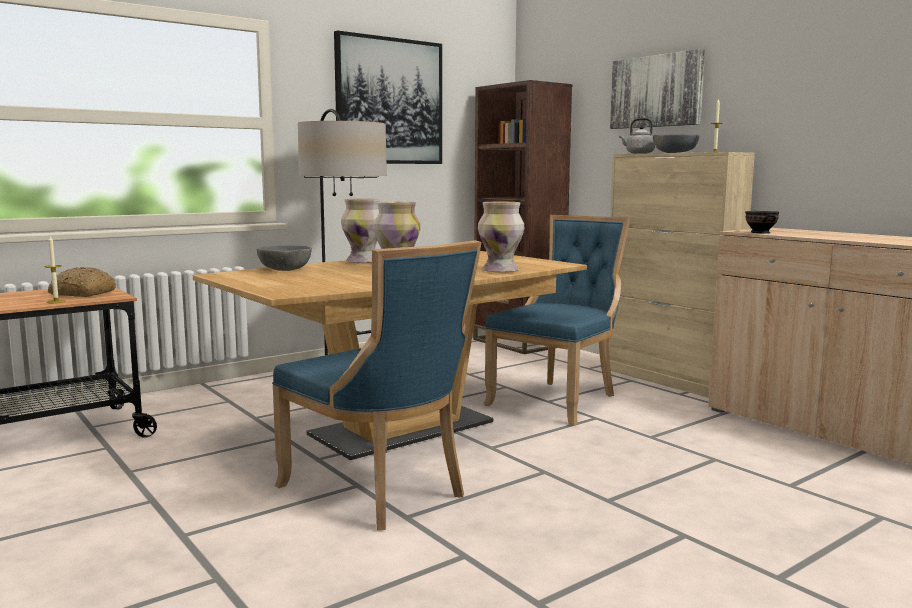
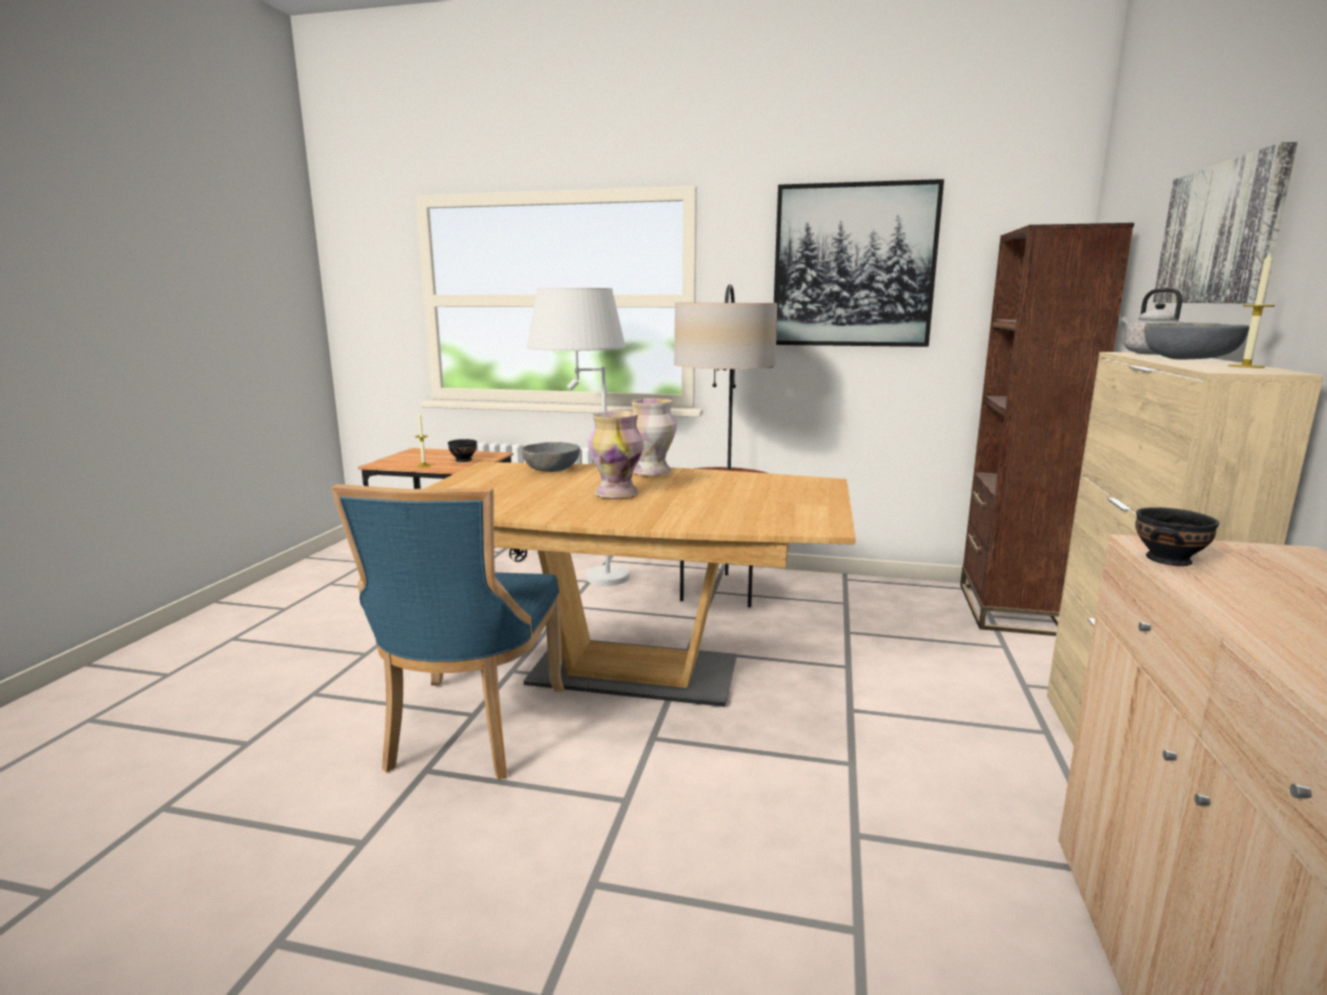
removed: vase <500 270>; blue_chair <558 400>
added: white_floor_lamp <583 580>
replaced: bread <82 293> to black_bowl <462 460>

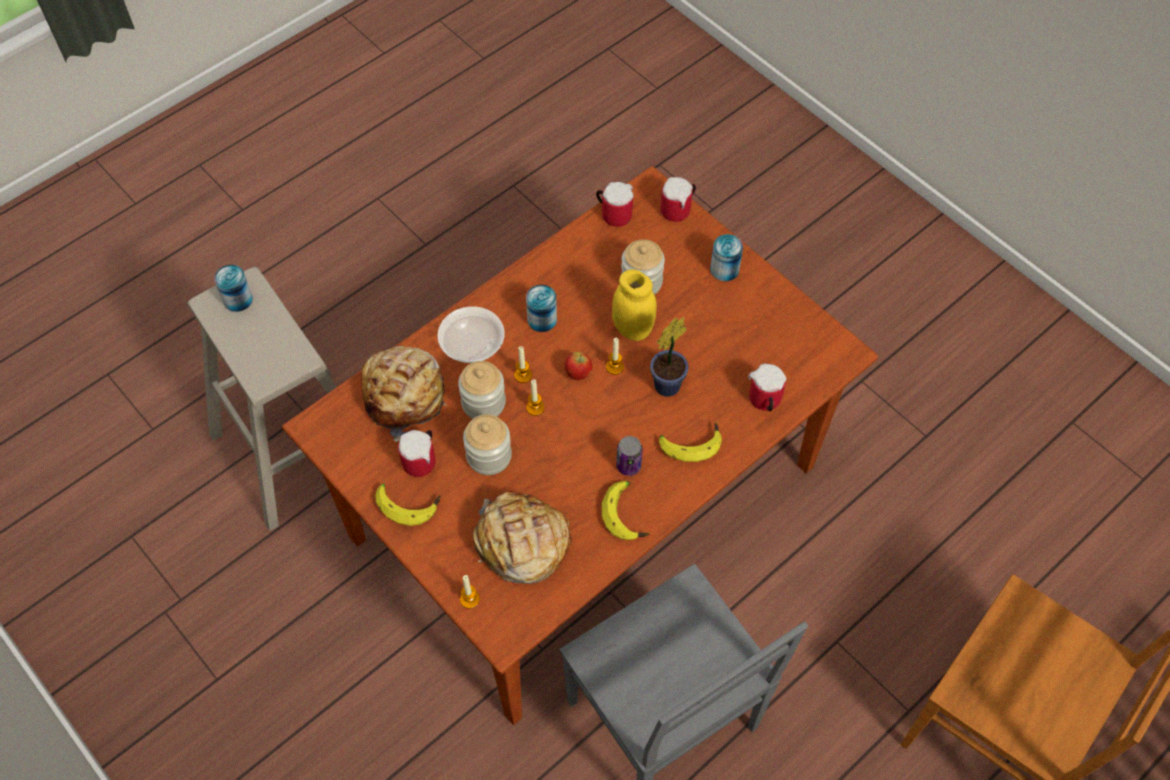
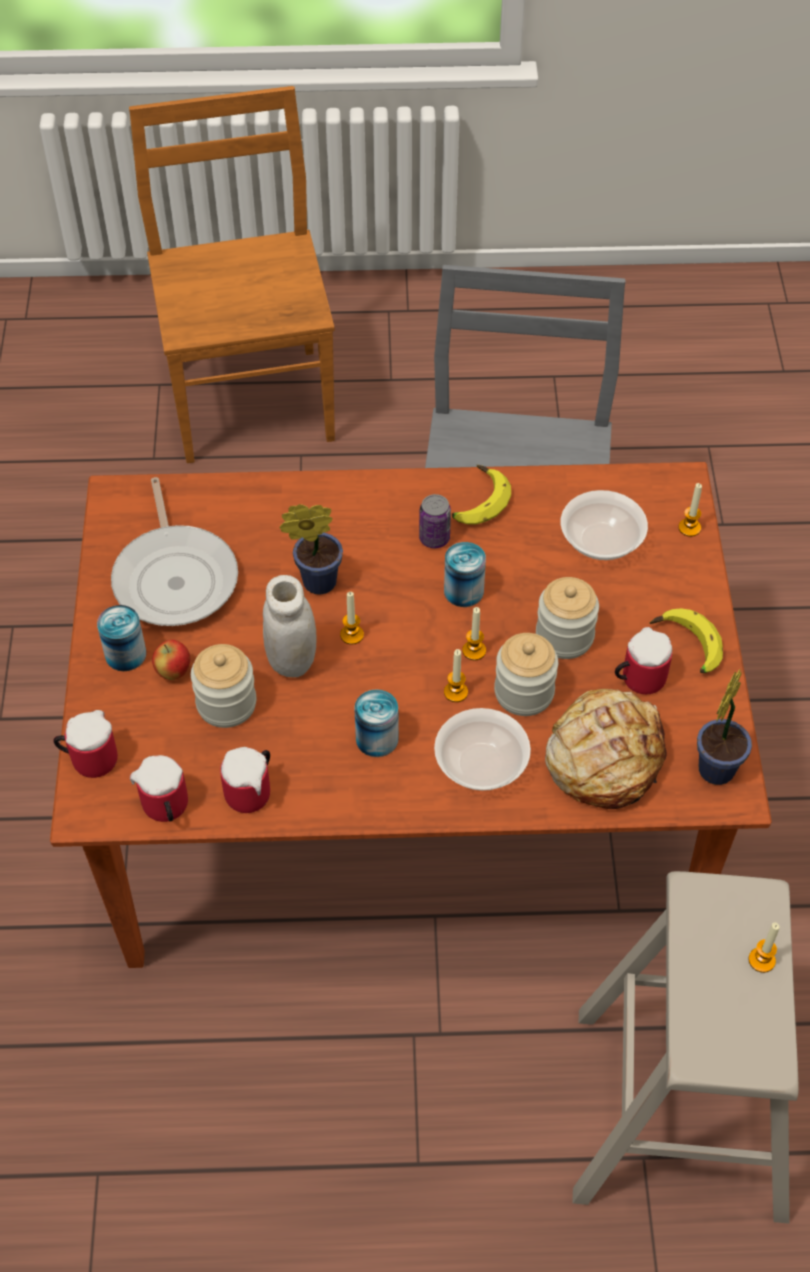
removed: banana <690 442>
added: frying_pan <175 577>; potted_plant <718 766>; candle <761 960>
moved: can <238 299> to <463 591>; apple <578 374> to <173 672>; mug <764 402> to <253 791>
replaced: bread <521 544> to bowl <601 540>
recoloured: yellow_jar <632 329> to white_jar <291 660>

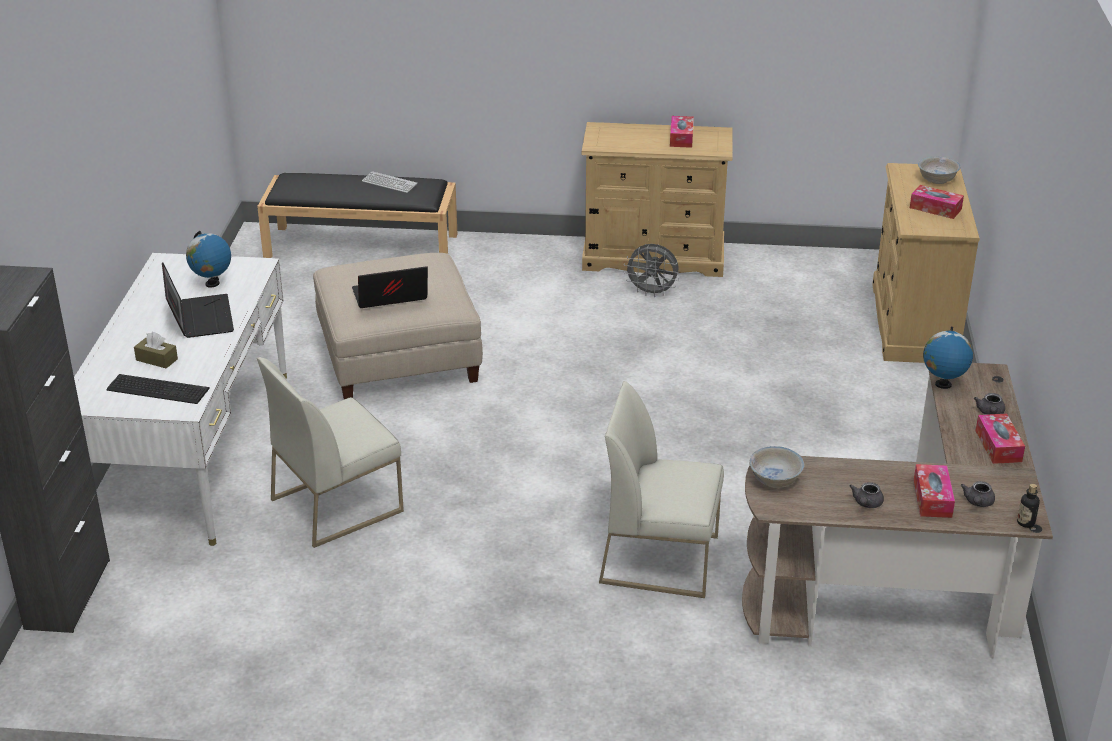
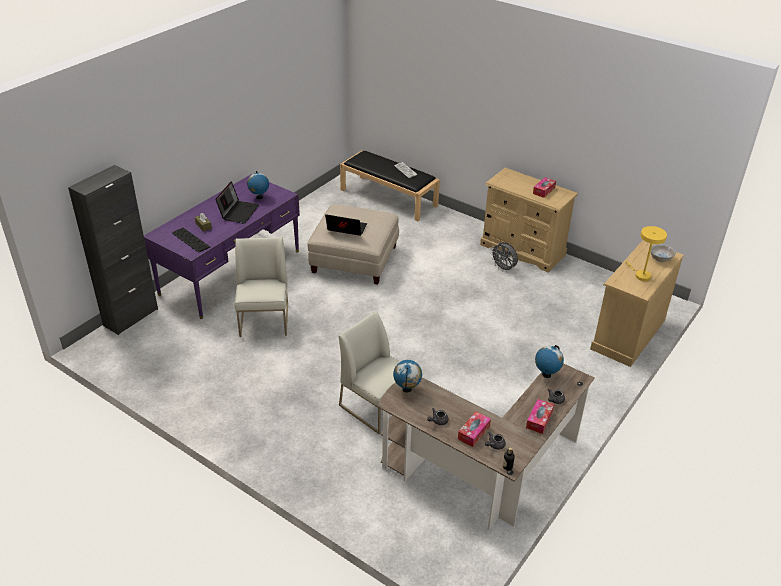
replaced: tissue_box <935 208> to yellow_table_lamp <640 275>; white_bowl <775 479> to globe <407 389>
recoloured: white_desk <192 451> to purple_desk <230 272>
turned: white_chair <337 504> = <265 320> 90 degrees clockwise

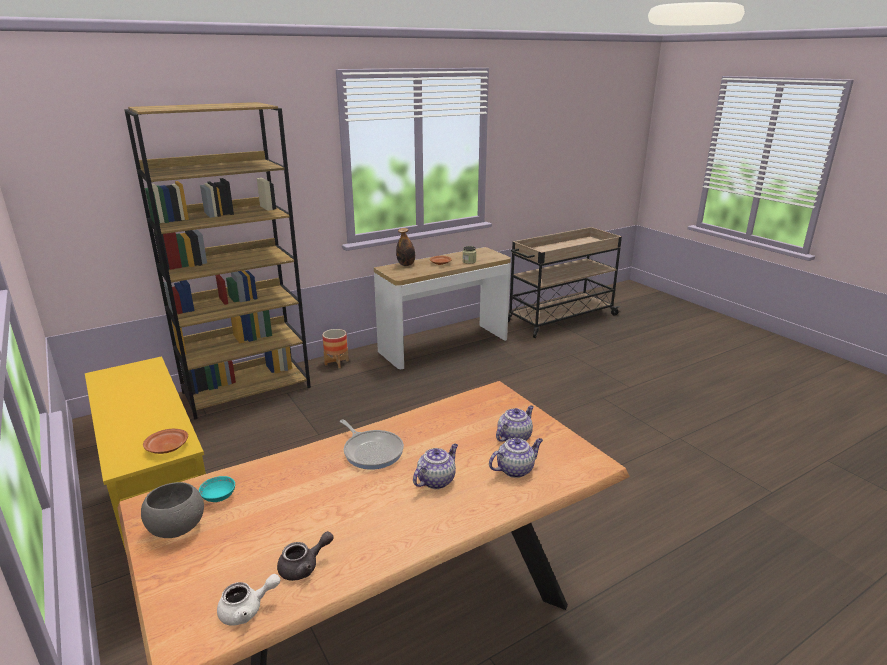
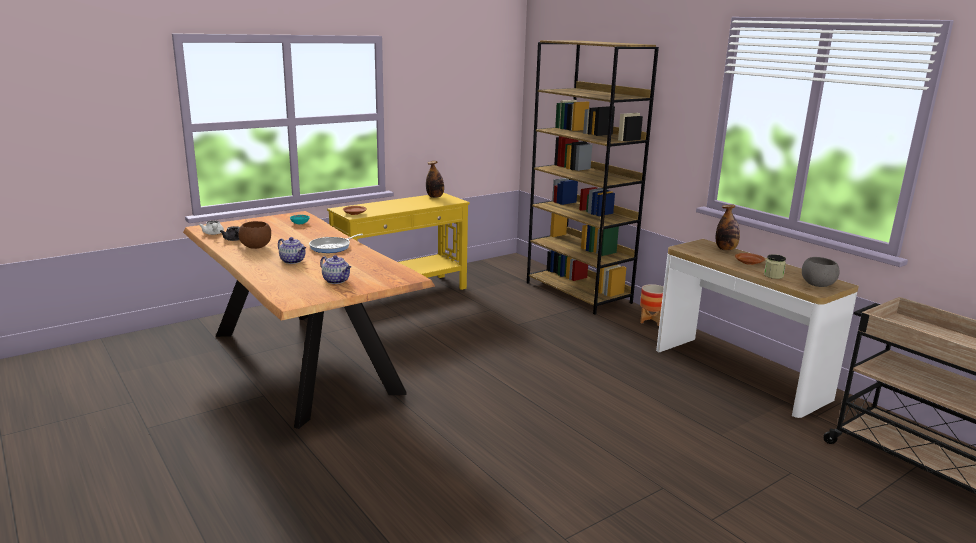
removed: teapot <515 469>
added: bottle <435 197>; brown_bowl <256 247>
moved: grey_bowl <177 528> to <817 285>

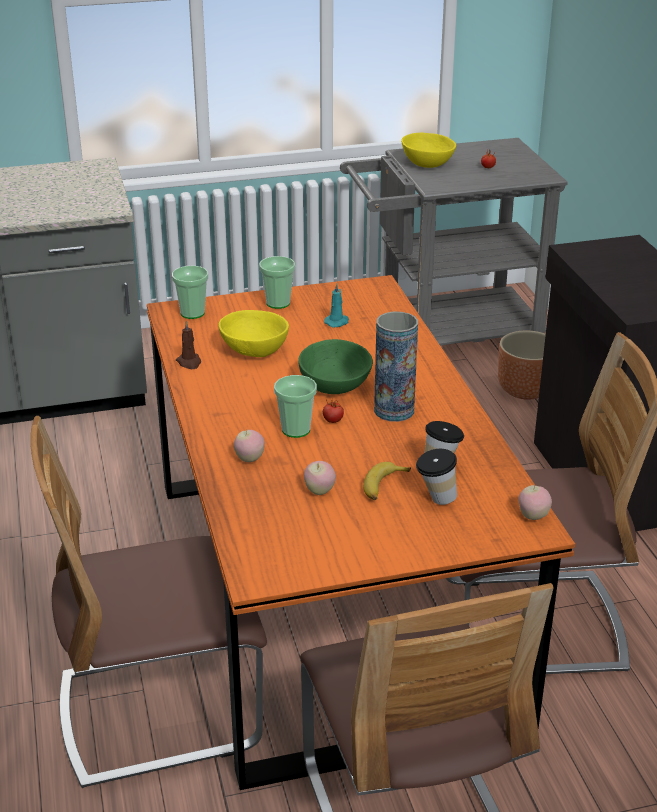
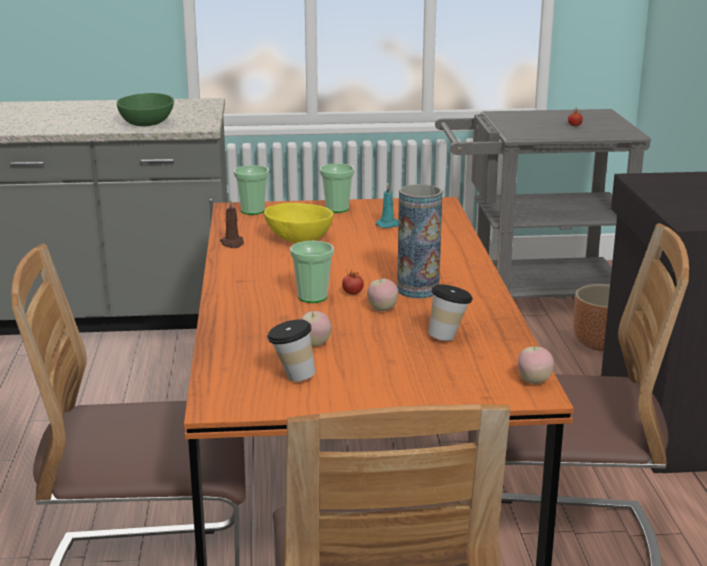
removed: yellow_bowl <427 163>; banana <383 486>
moved: green_bowl <334 385> to <146 123>; apple <249 459> to <382 309>; cup <435 499> to <292 377>

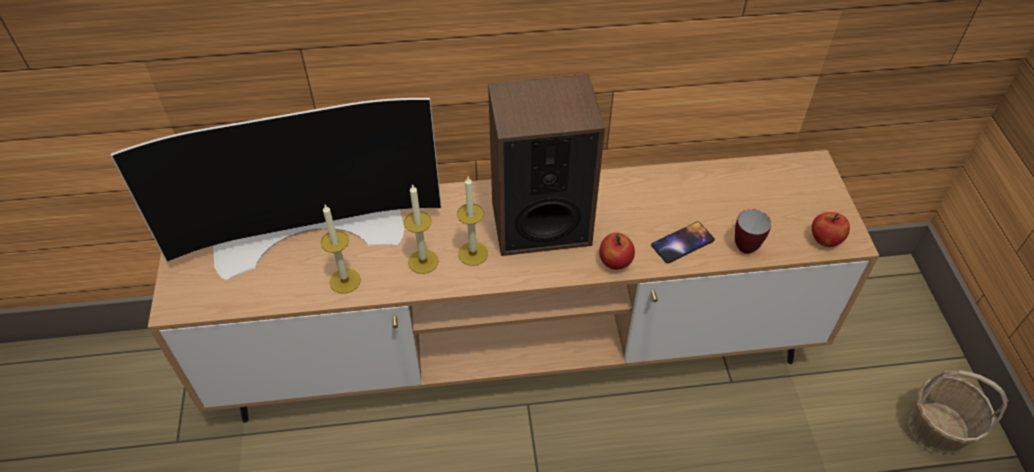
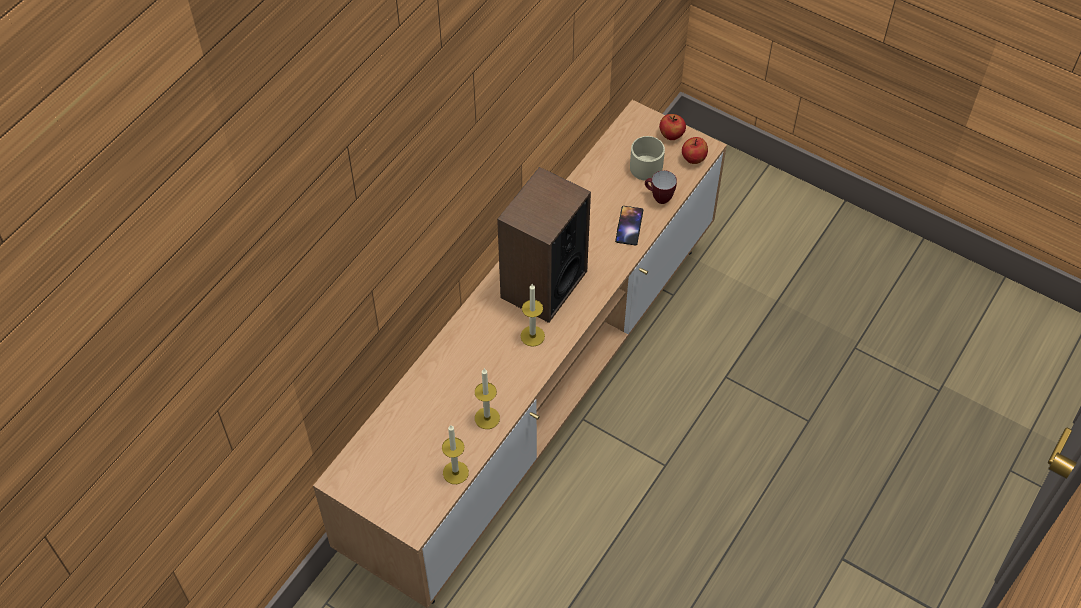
removed: television <310 229>; basket <937 429>
added: beige_mug <646 164>
moved: candle <423 261> to <455 472>; apple <615 262> to <671 135>

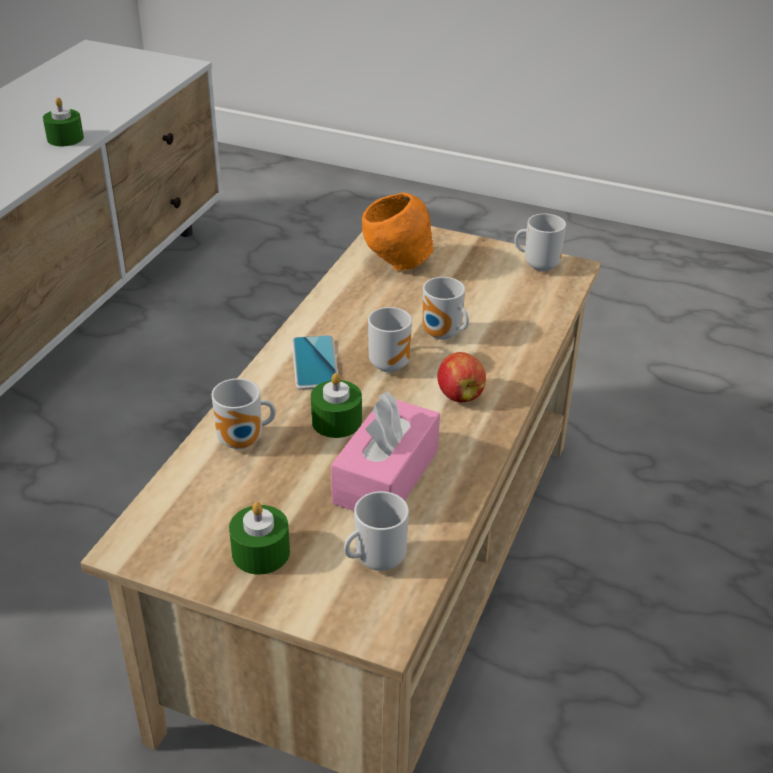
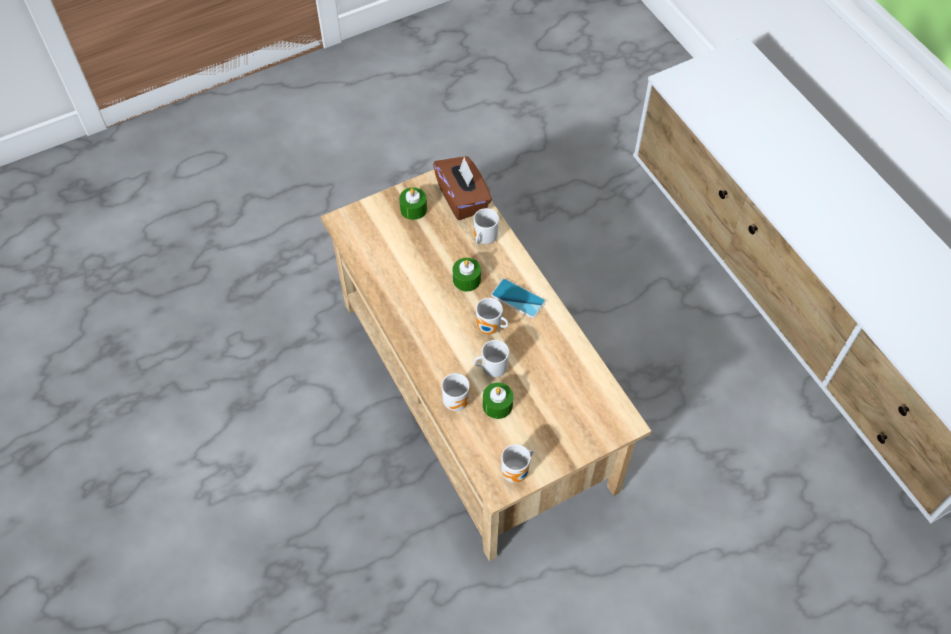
removed: orange_bowl <397 264>; apple <459 395>; pink_tissue_box <386 476>
added: brown_tissue_box <463 199>
moved: green_candle <65 138> to <497 405>; mug <375 560> to <457 400>

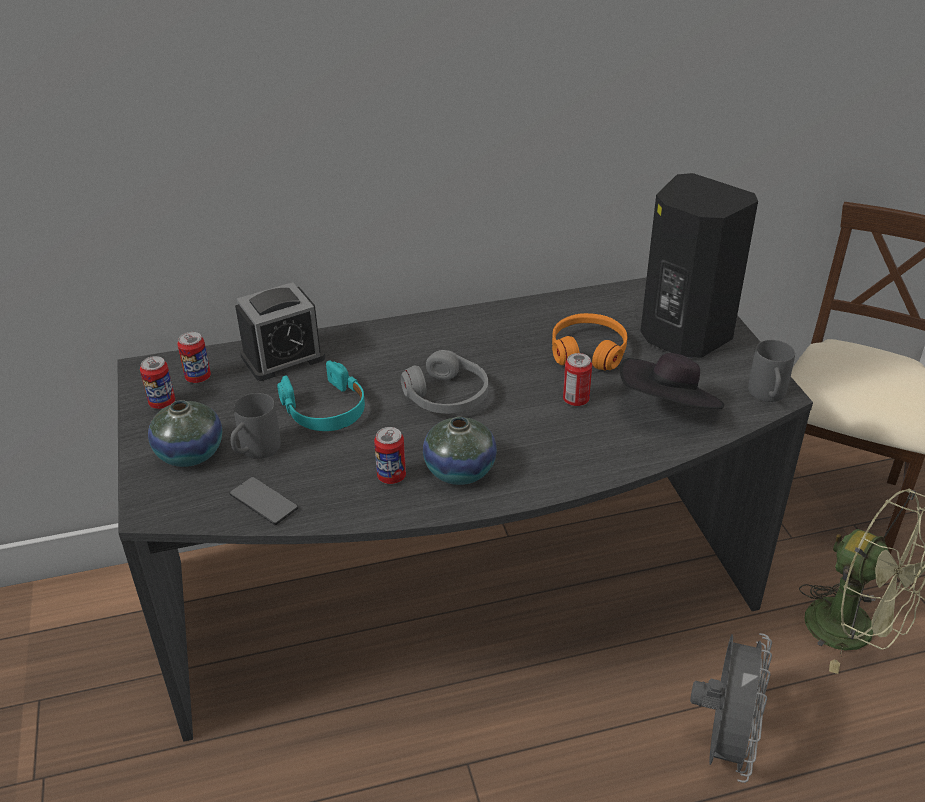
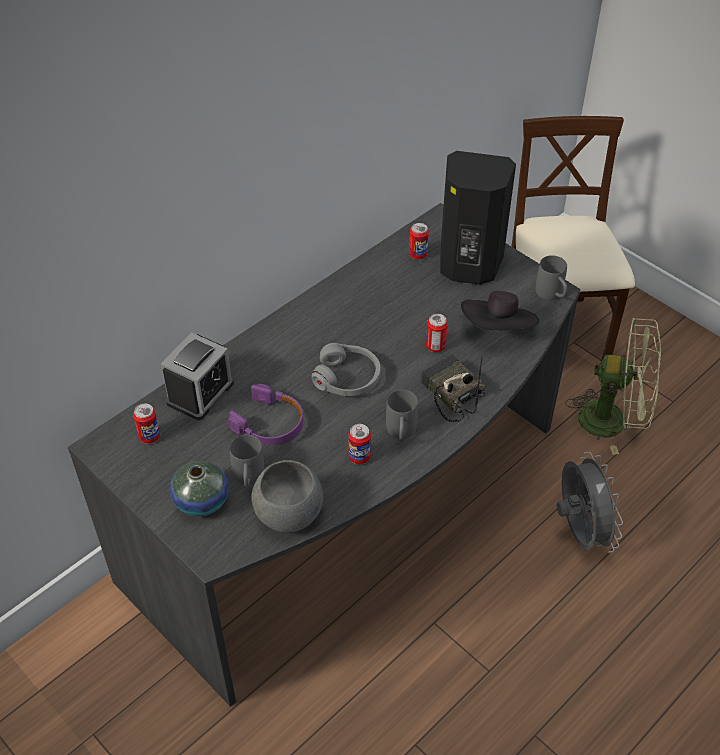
removed: orange_headphones <588 351>
added: radio <450 393>
moved: can <162 403> to <418 254>
replaced: vase <460 471> to grey_mug <401 433>; phone <264 502> to grey_bowl <288 514>
recoloured: turquoise_headphones <325 409> to purple_headphones <270 423>

